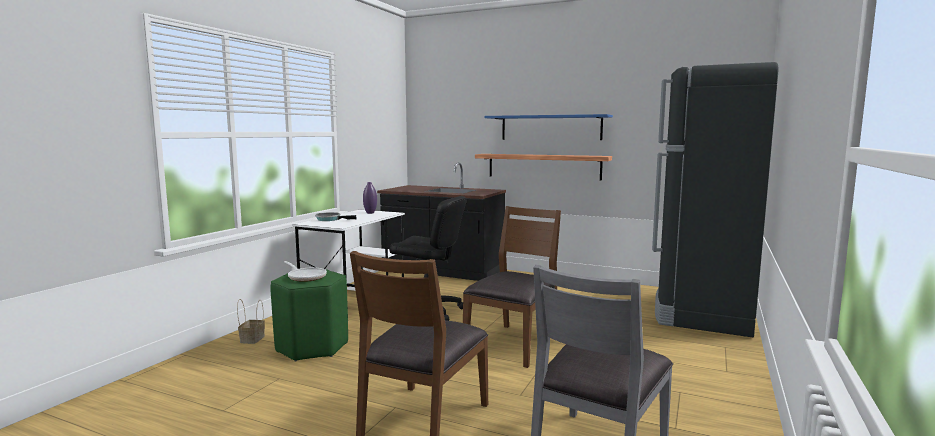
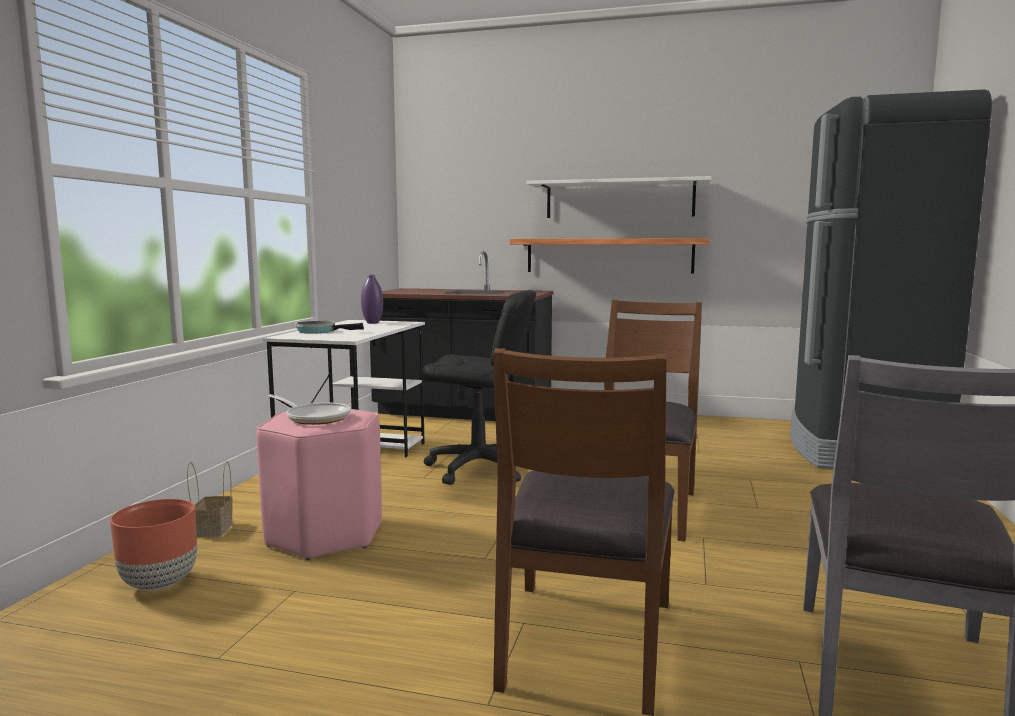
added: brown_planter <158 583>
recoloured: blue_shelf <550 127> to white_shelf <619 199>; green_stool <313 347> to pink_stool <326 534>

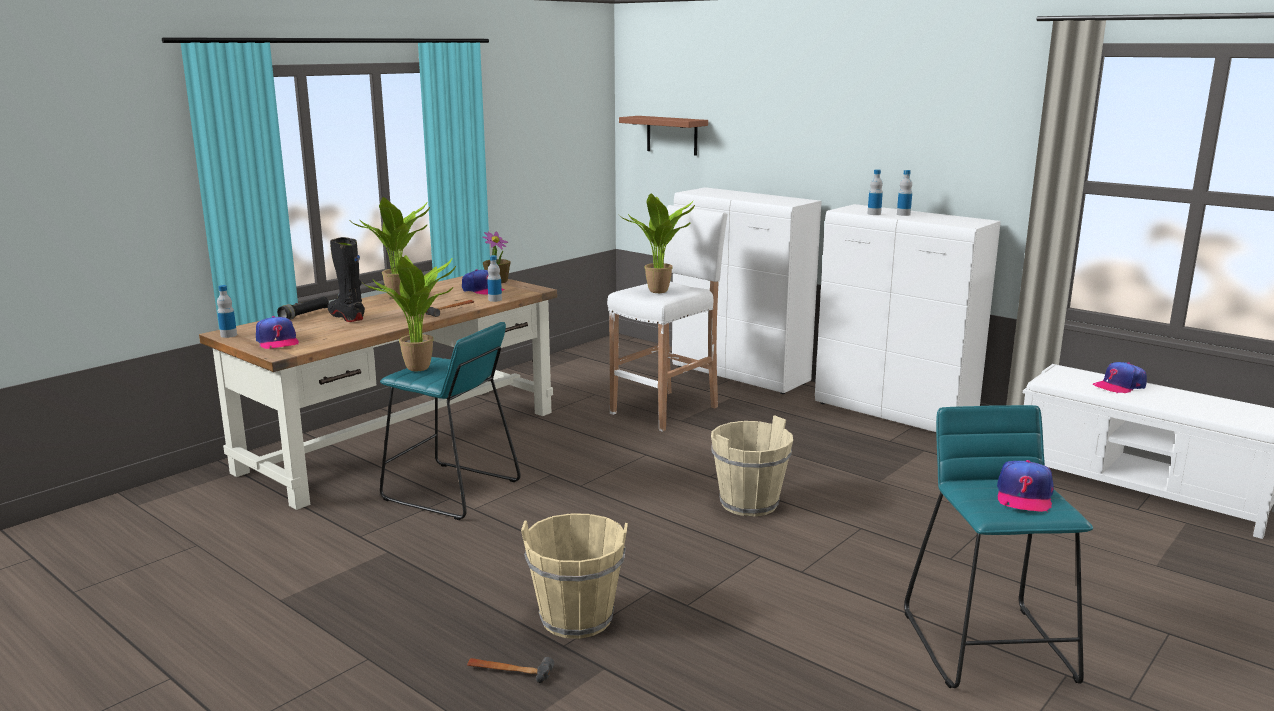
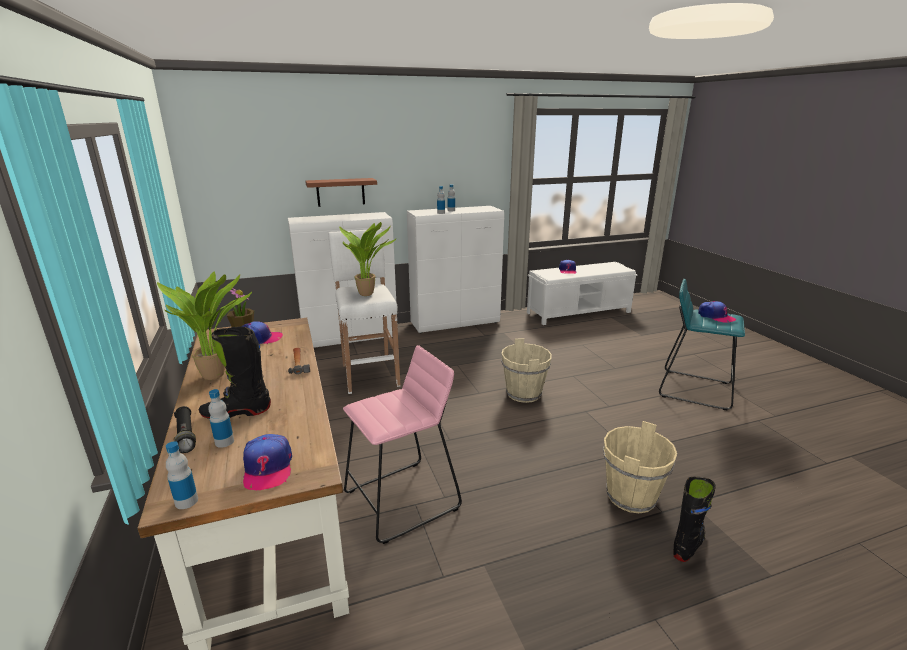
removed: potted_plant <422 369>
moved: brown_shelf <672 135> to <340 192>; bottle <495 299> to <224 442>
replaced: hammer <509 671> to black_boot <688 545>
recoloured: turquoise_stool <450 491> to pink_stool <402 500>
turned: cap <277 341> = <267 468> 75 degrees clockwise

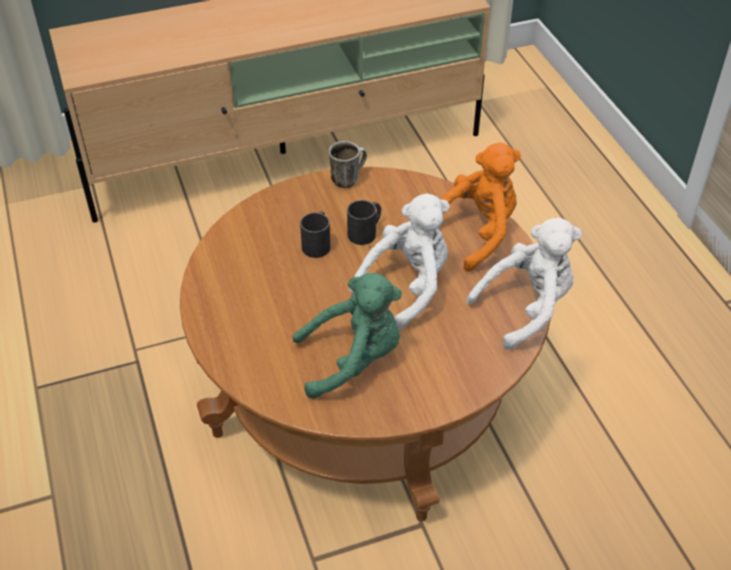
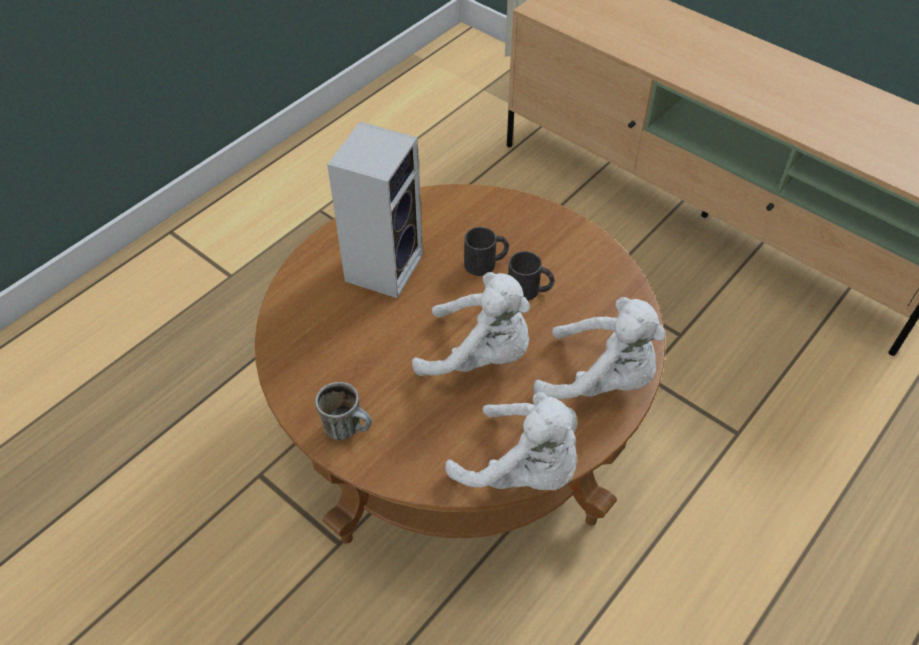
removed: green_plush_toy <353 359>
added: speaker <384 265>
moved: mug <348 178> to <348 428>
recoloured: orange_plush_toy <476 233> to white_plush_toy <601 379>

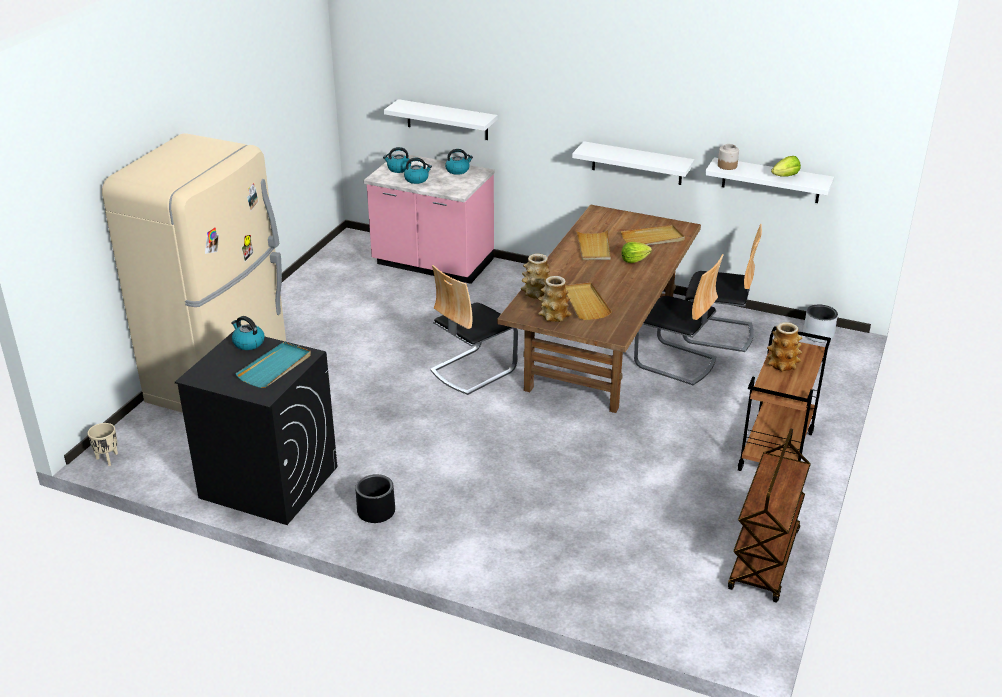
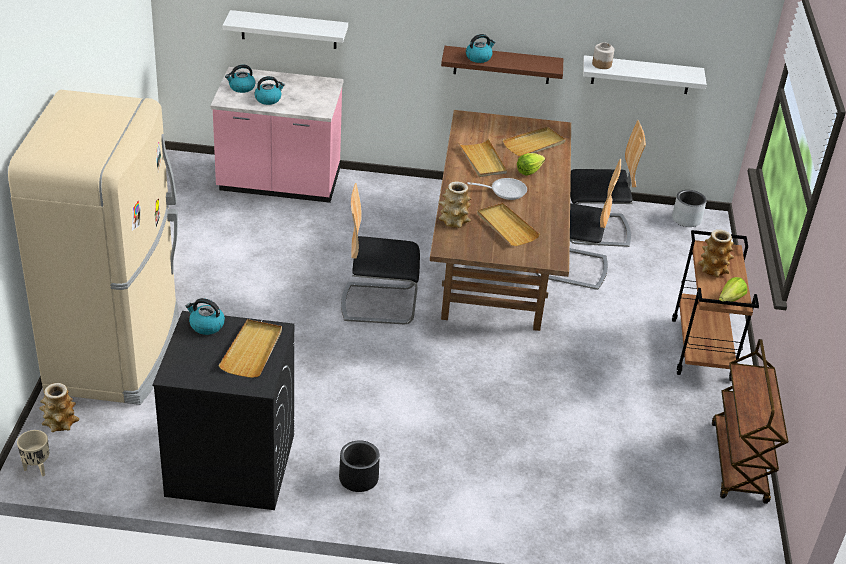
added: frying_pan <505 191>
moved: kettle <458 170> to <479 57>; lettuce <785 176> to <730 299>; vase <554 316> to <60 423>
recoloured: white_shelf <637 163> to brown_shelf <502 65>; turquoise_tray <275 367> to beige_tray <252 350>
turned: chair <472 370> = <379 303> 60 degrees clockwise

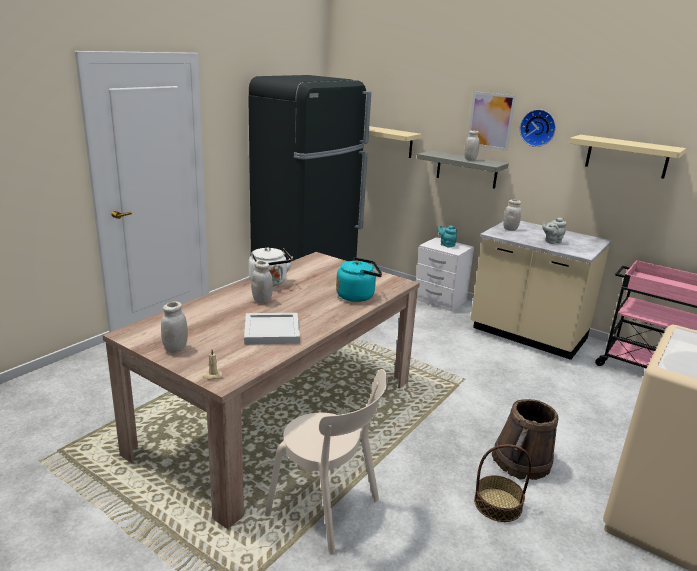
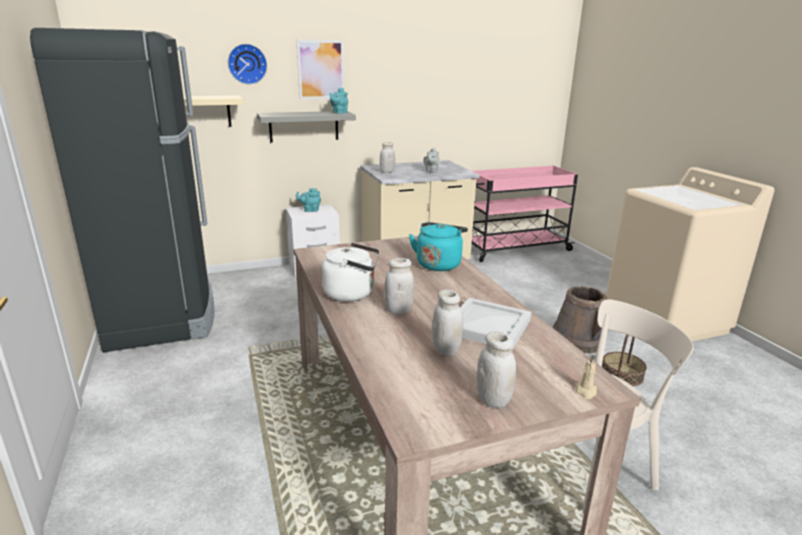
removed: beige_shelf <627 156>
added: turquoise_teapot <339 113>
moved: wall_clock <538 128> to <247 64>; white_jar <470 159> to <446 350>

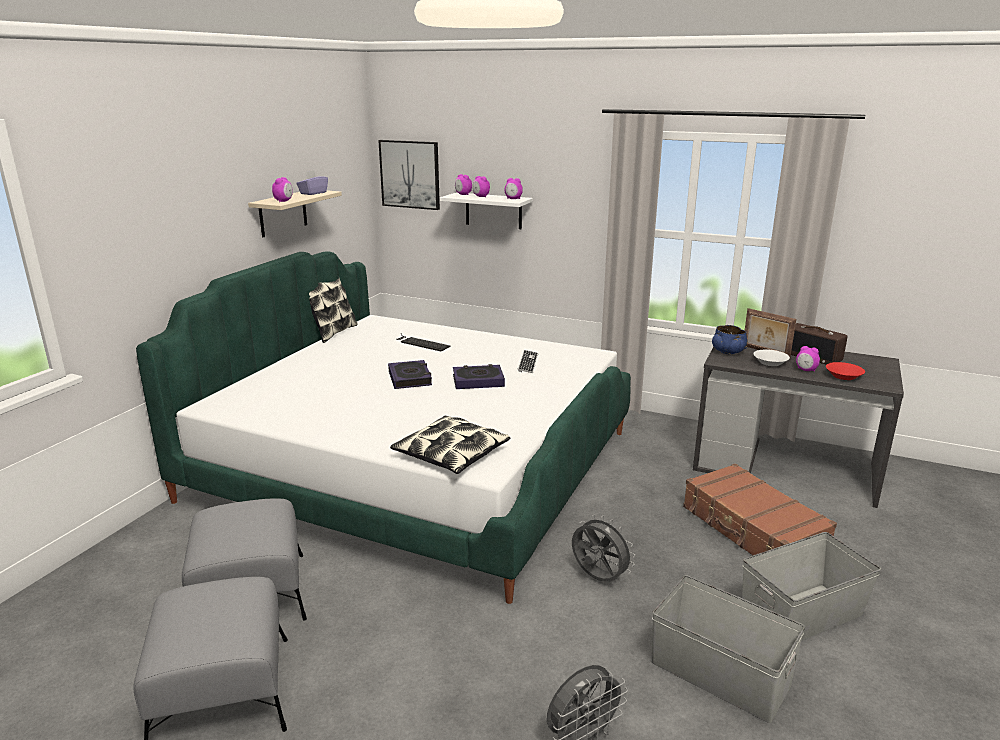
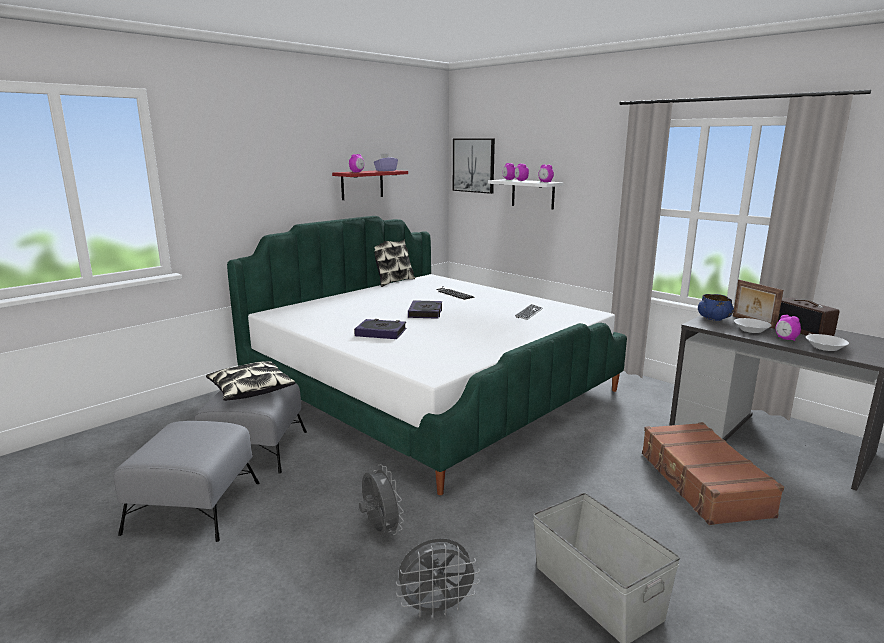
removed: grey_storage_box <800 614>
moved: book <478 381> to <381 333>; pillow <451 454> to <250 389>; grey_fan <598 578> to <380 531>
recoloured: beige_shelf <283 213> to red_shelf <362 184>; red_bowl <843 376> to white_bowl <824 347>

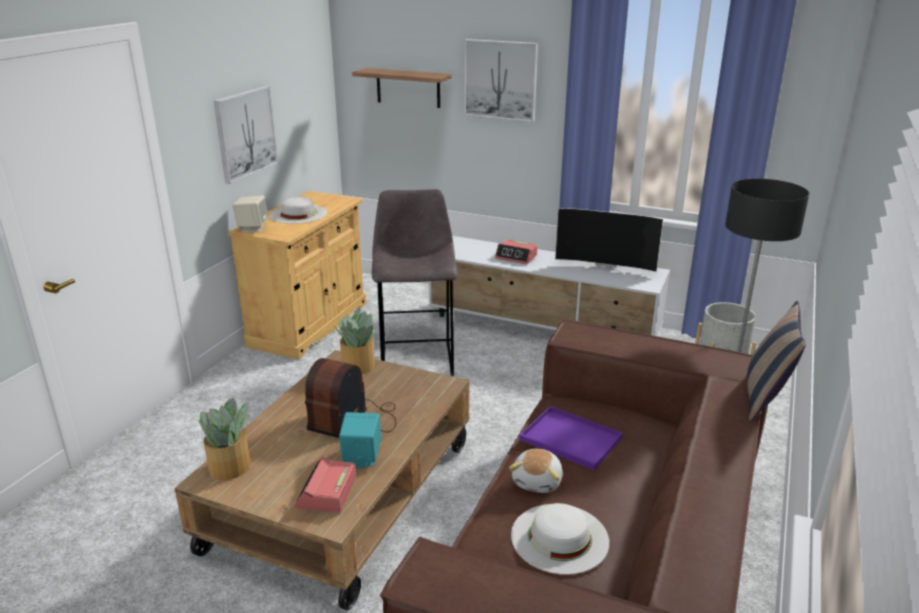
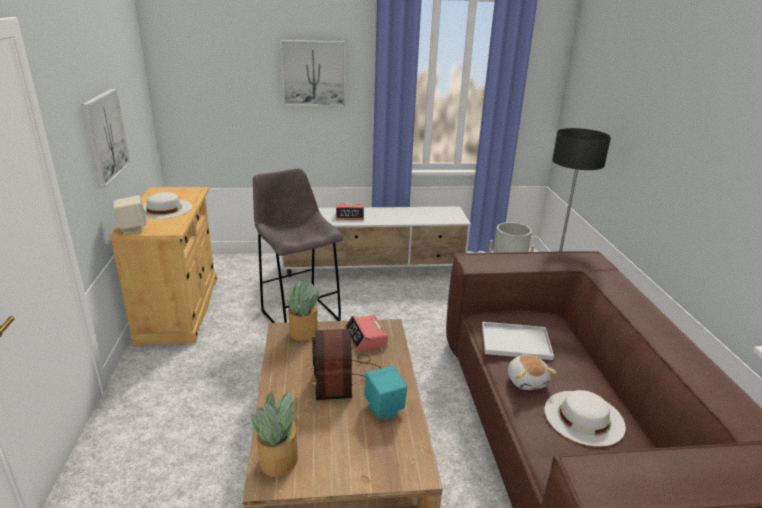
removed: shelf <408 88>; television <606 268>; pillow <765 398>
moved: alarm_clock <326 492> to <365 338>
recoloured: purple_tray <568 438> to white_tray <514 342>

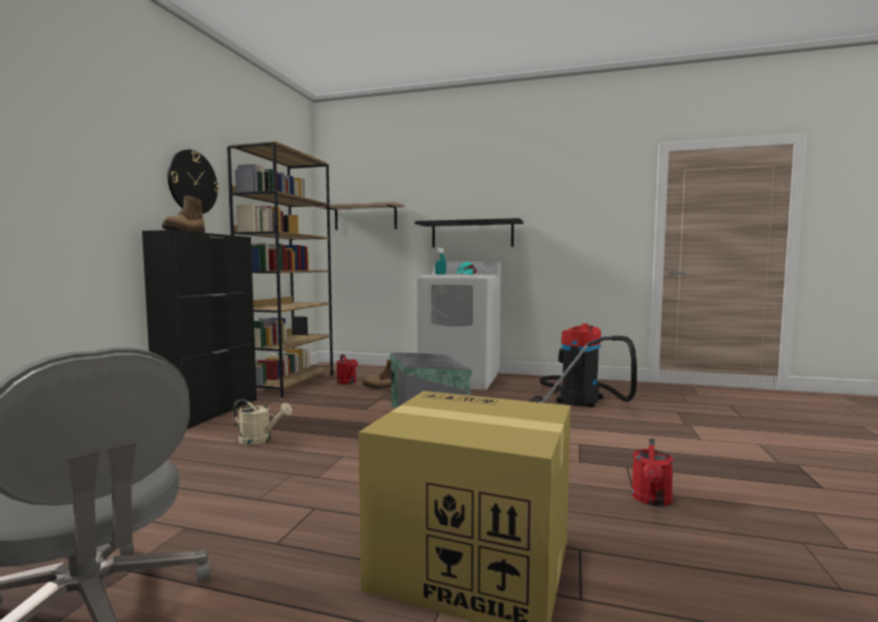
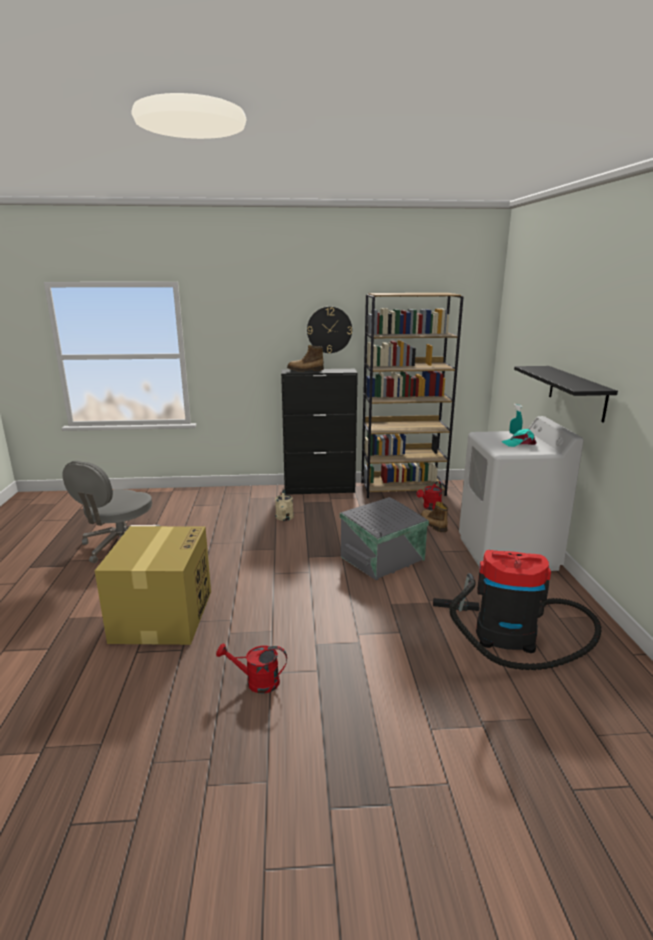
removed: shelf <365 218>

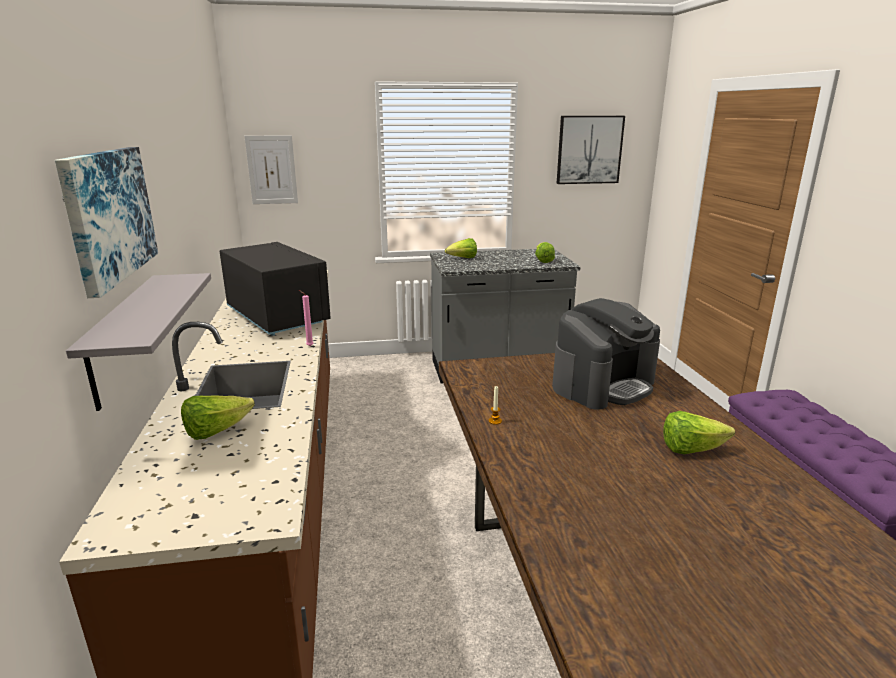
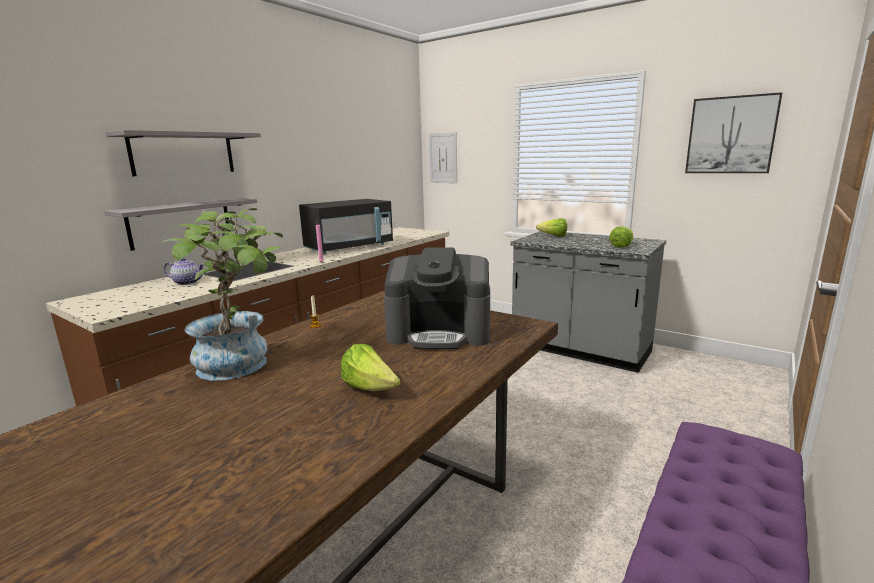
added: potted_plant <243 365>
replaced: picture <108 215> to grey_shelf <183 153>; lettuce <216 431> to teapot <187 282>
turned: black_microwave <277 317> = <349 248> 45 degrees clockwise

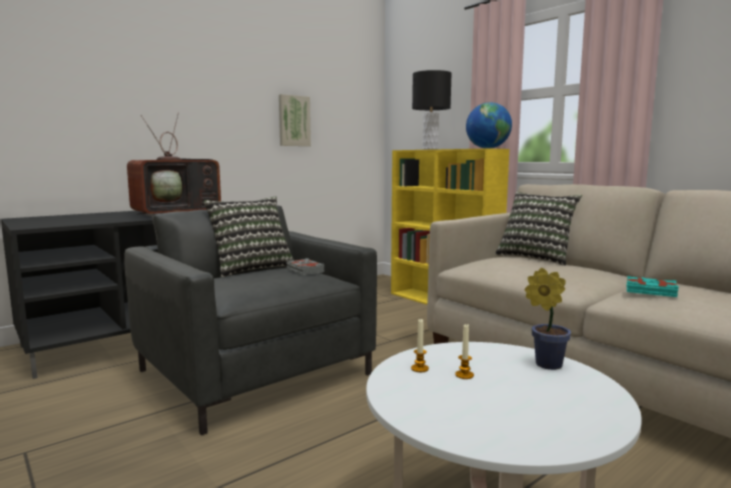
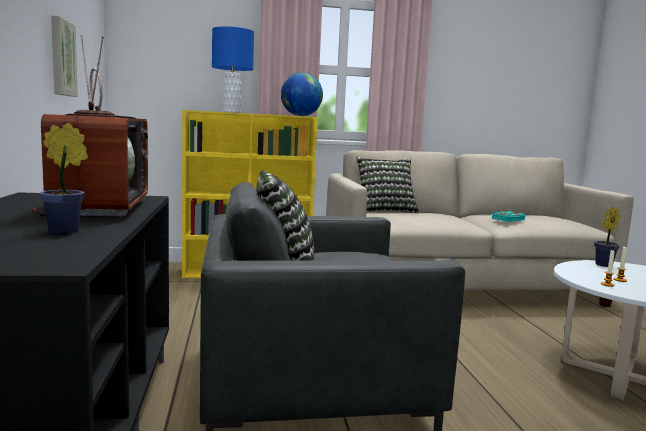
removed: grey_book <304 270>
added: potted_plant <68 231>
recoloured: black_table_lamp <430 149> to blue_table_lamp <232 112>

